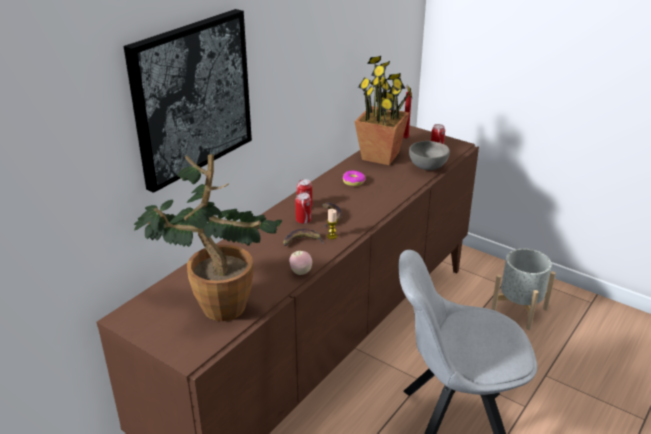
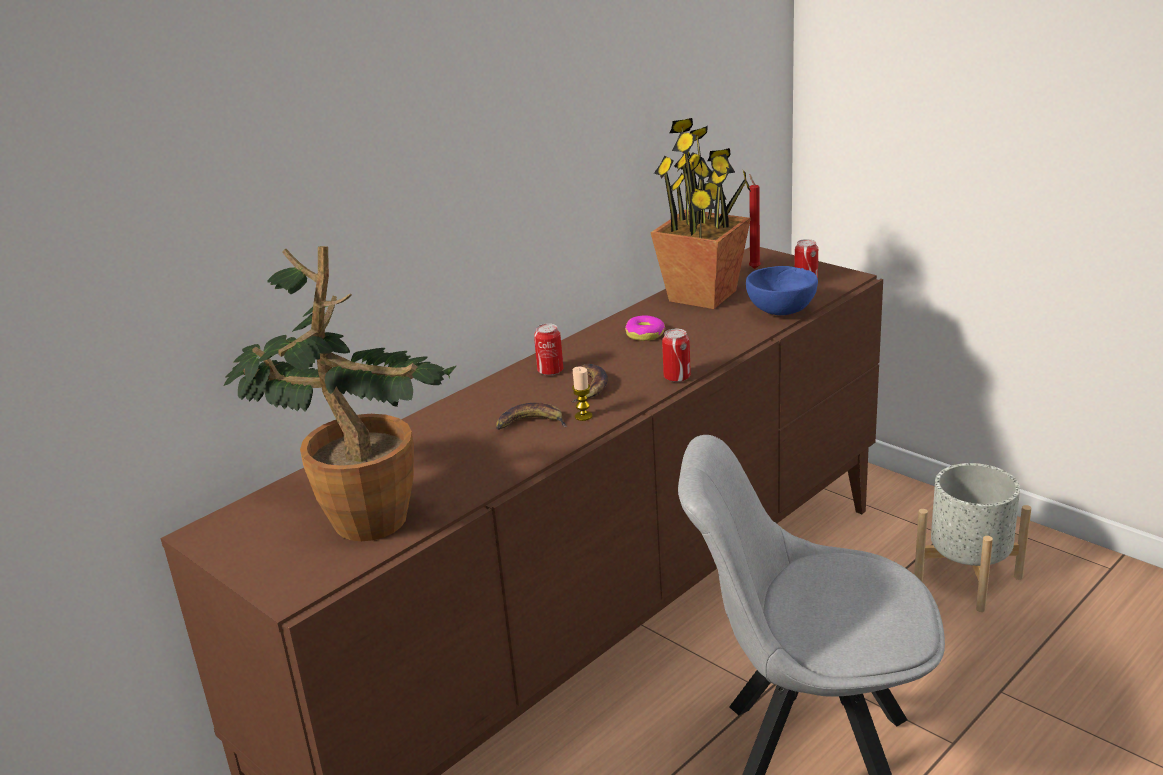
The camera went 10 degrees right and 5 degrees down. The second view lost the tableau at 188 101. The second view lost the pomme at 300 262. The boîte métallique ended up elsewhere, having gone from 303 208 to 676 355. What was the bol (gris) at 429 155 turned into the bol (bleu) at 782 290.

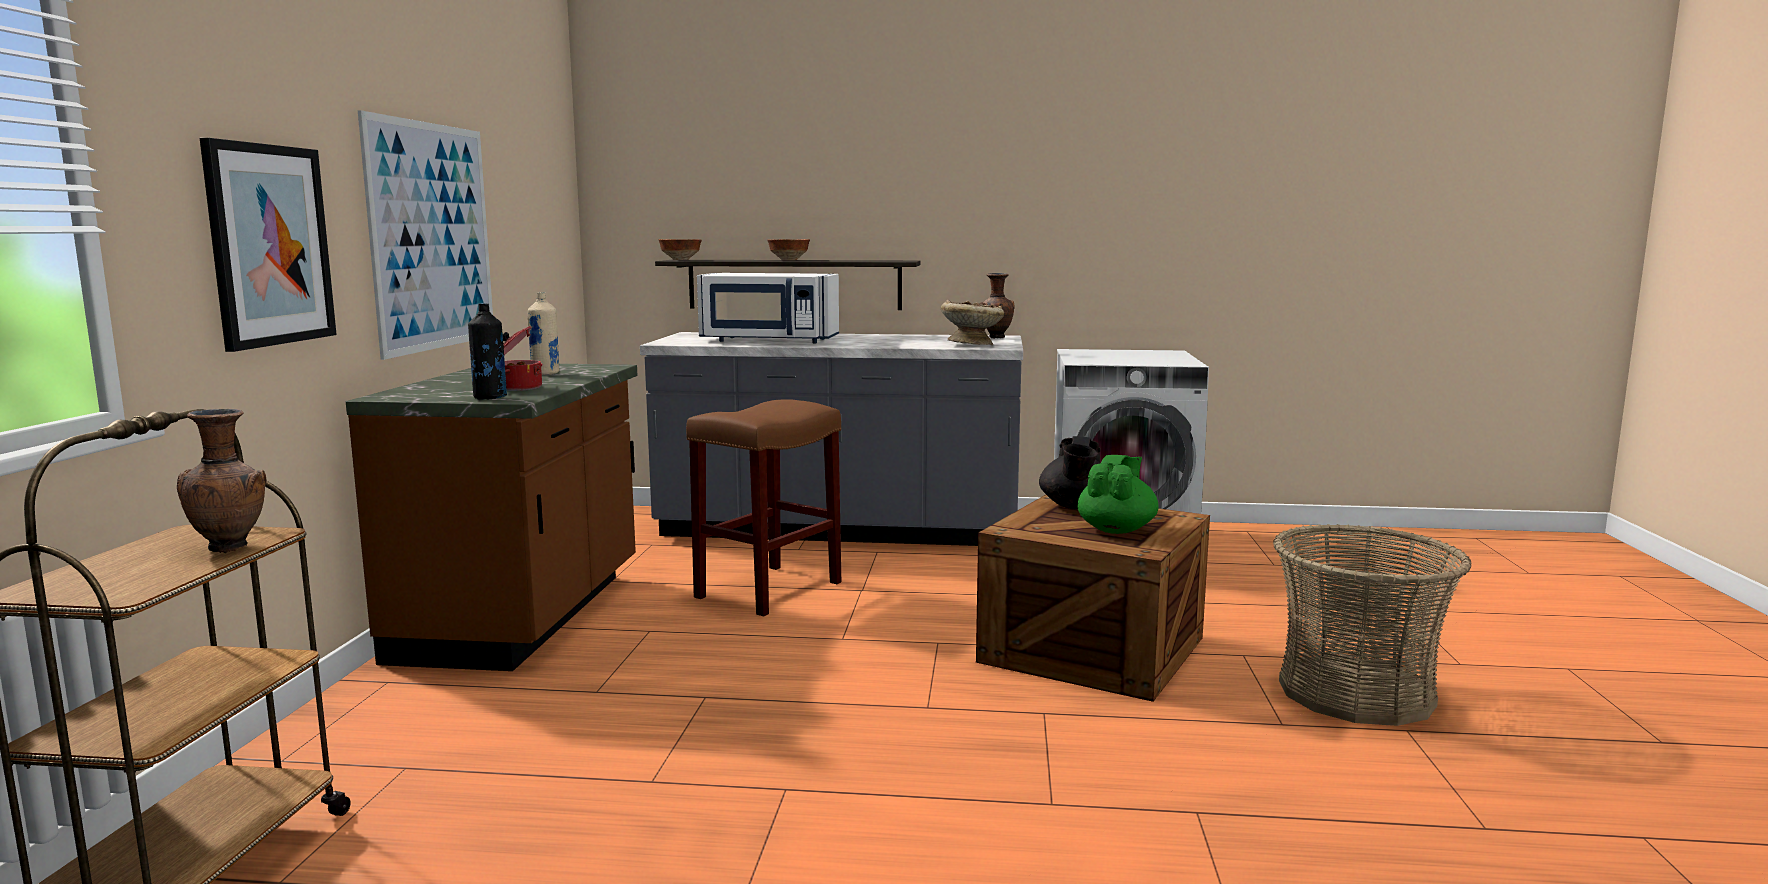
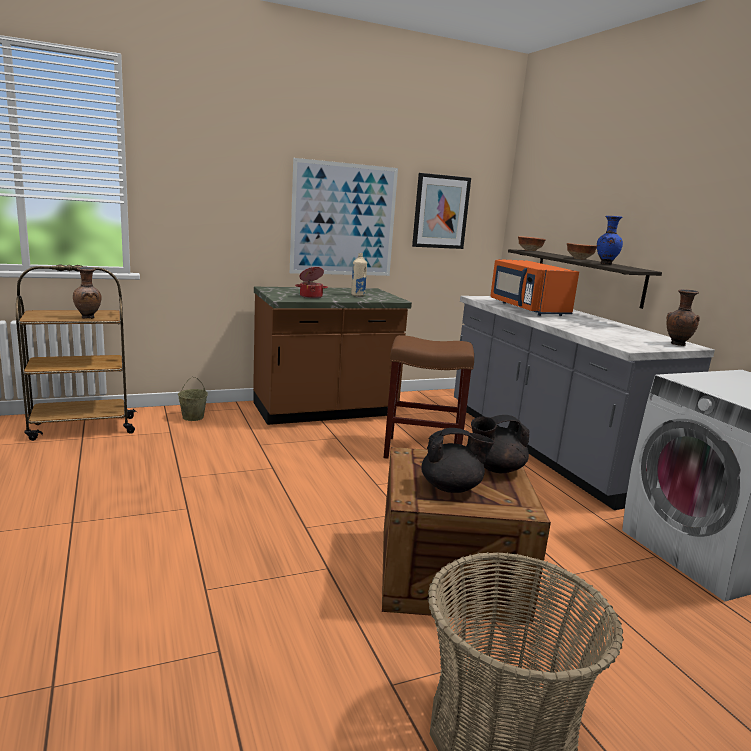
The camera went 60 degrees right and 5 degrees up. The second view lost the bouteille (noir) at 487 351. The second view lost the bol (beige) at 972 322. The second view gained the seau (beige) at 193 399. The second view gained the vase (bleu) at 610 240. The tableau ended up elsewhere, having gone from 268 245 to 441 211. What was the micro-ondes (blanc) at 768 308 turned into the micro-ondes (orange) at 534 287. What was the théière (vert) at 1118 494 turned into the théière (noir) at 457 460.

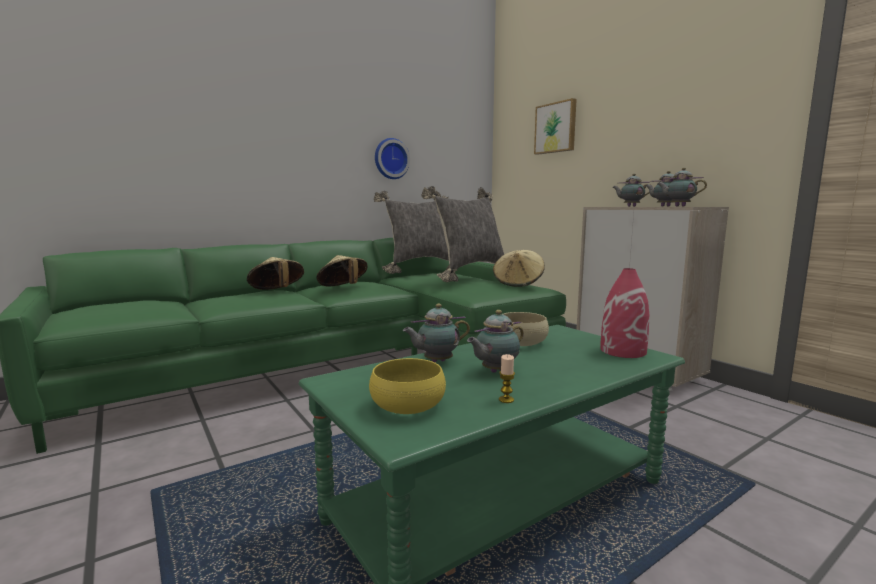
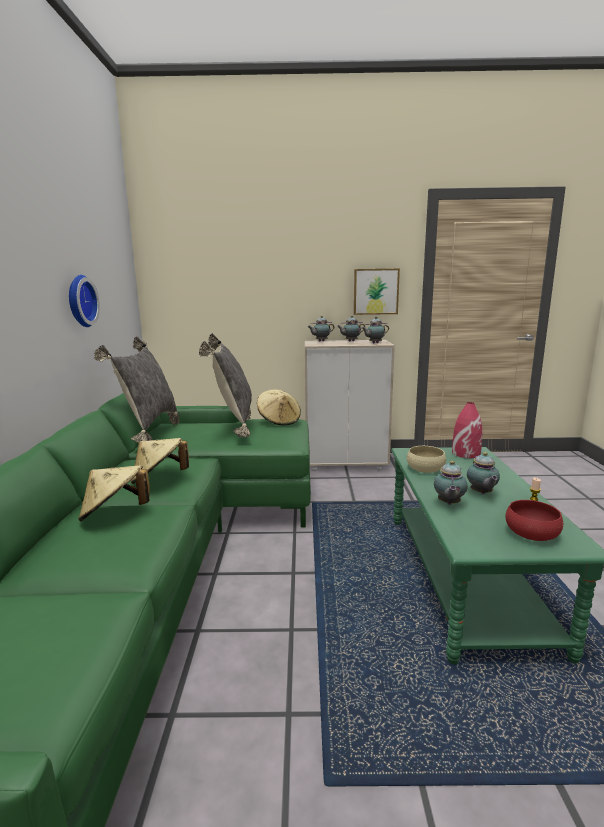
The camera went 55 degrees left and 5 degrees up. The tableau ended up elsewhere, having gone from 555 126 to 377 291. What was the bol (jaune) at 407 386 turned into the bol (rouge) at 534 520.

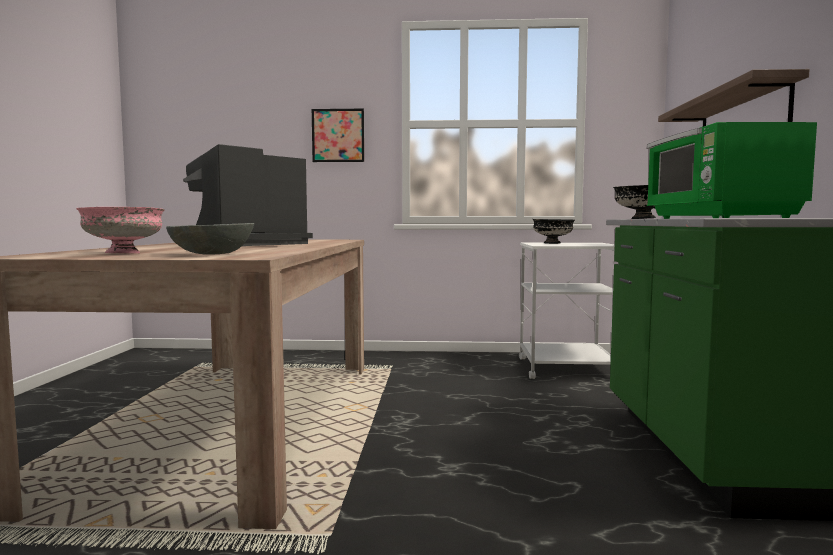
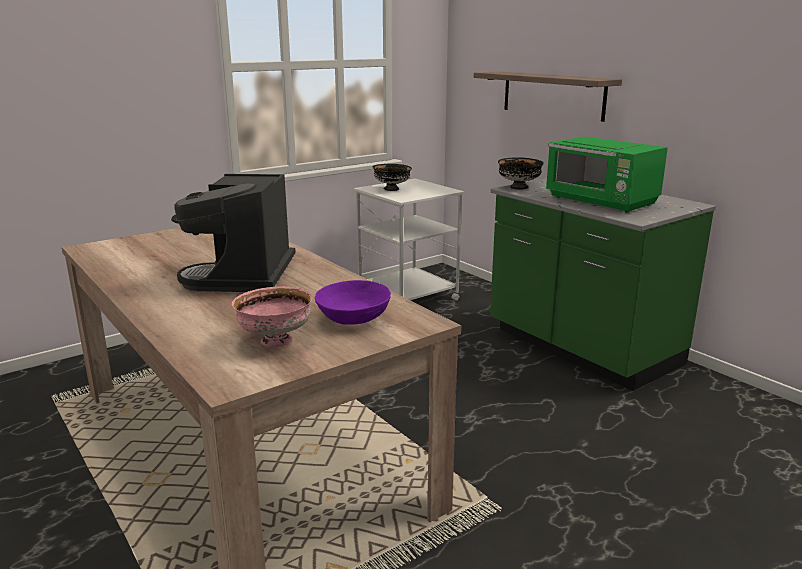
The camera went 40 degrees left and 15 degrees up. The second view lost the tableau at 338 135. What was the bol (gris) at 210 239 turned into the bol (violet) at 353 302.

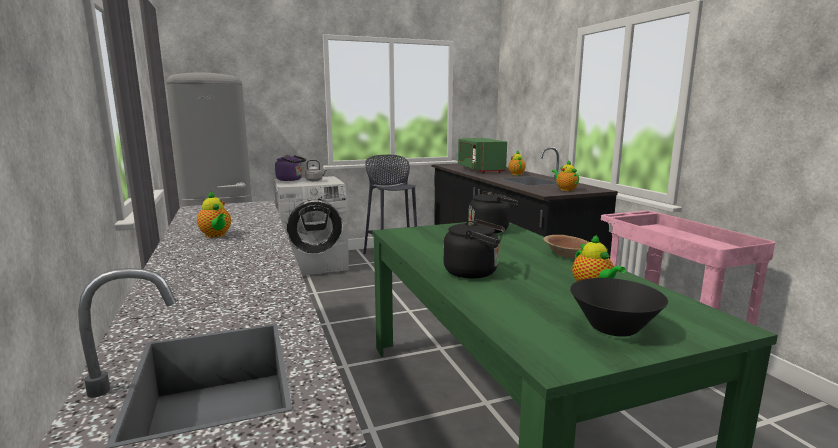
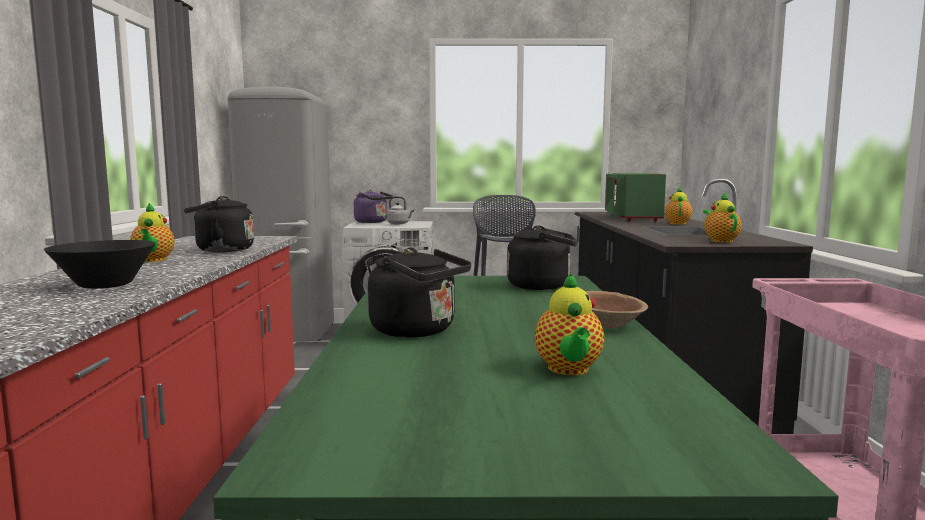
The camera went 20 degrees right and 5 degrees down. The second view gained the bouilloire (noir) at 219 224. The bol (noir) ended up elsewhere, having gone from 619 307 to 100 264.

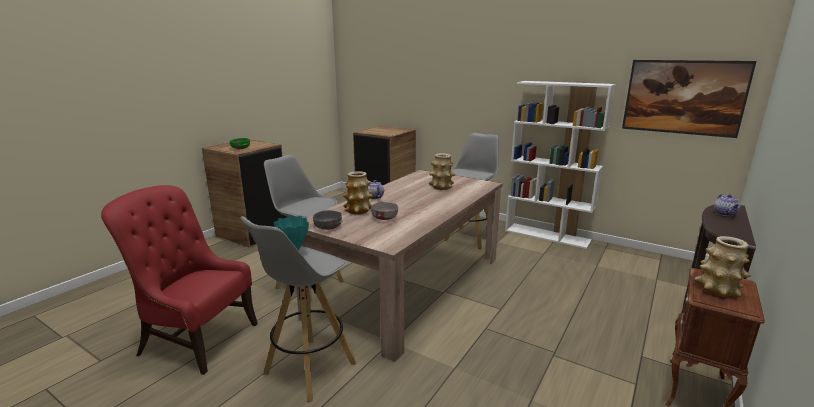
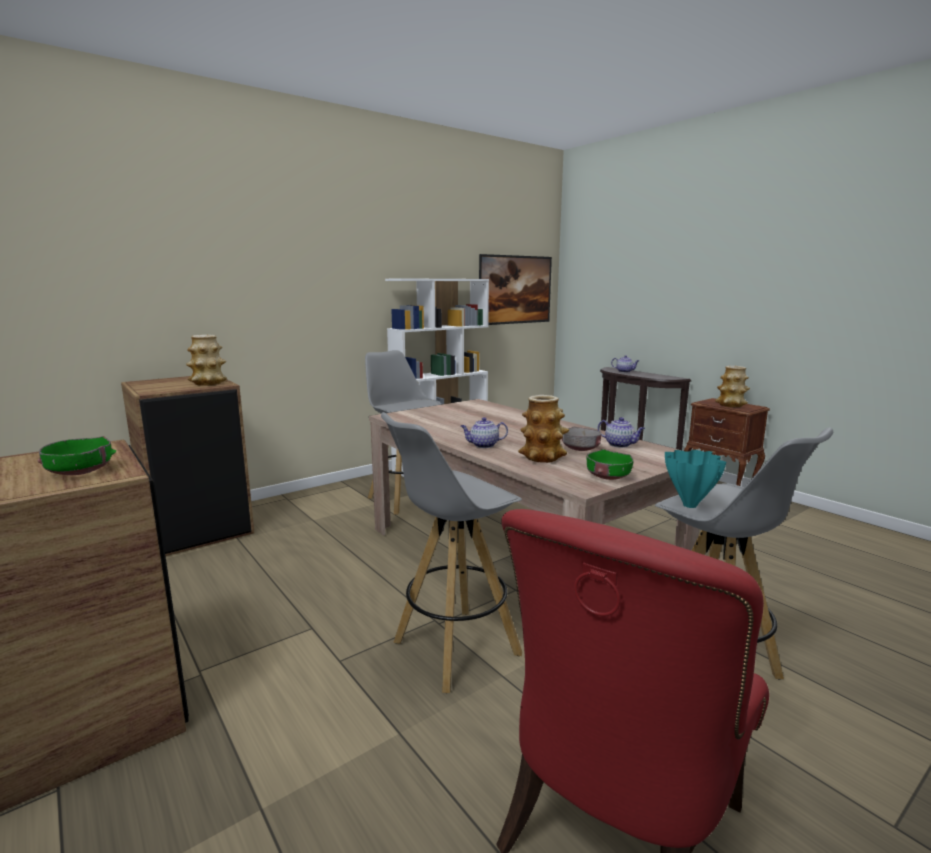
The camera went 70 degrees left and 5 degrees down. The second view gained the théière at 621 432. The vase ended up elsewhere, having gone from 442 171 to 206 360. What was the bol (gris) at 328 220 turned into the bol (vert) at 610 464.

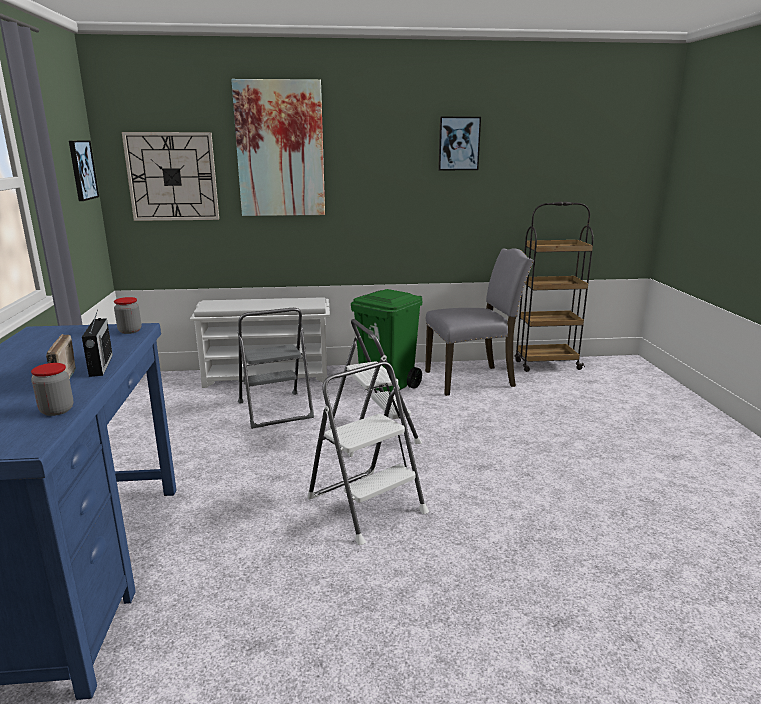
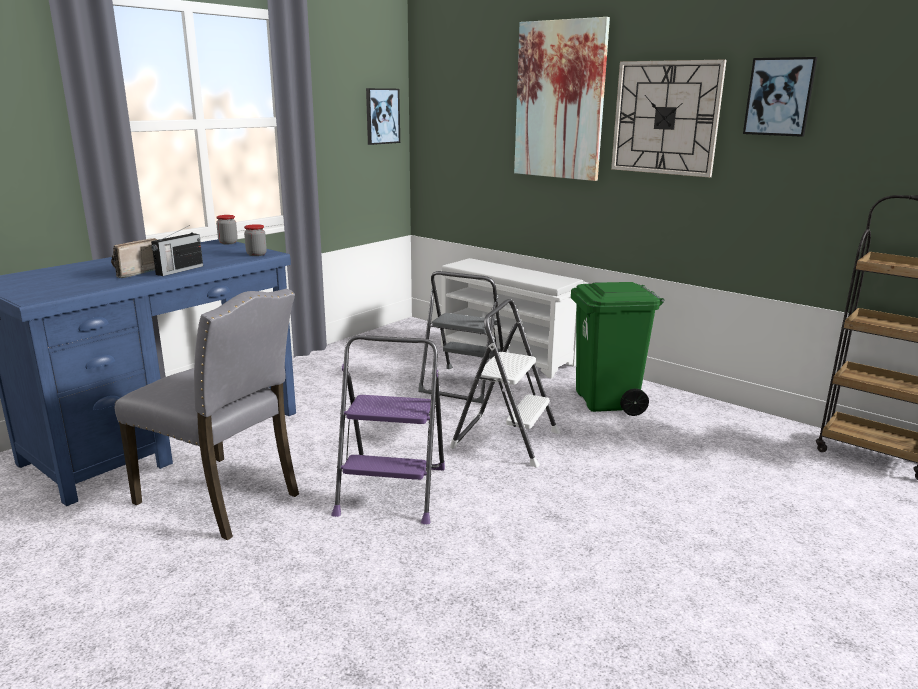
The camera went 45 degrees right and 0 degrees up. The bocal ended up elsewhere, having gone from 52 389 to 227 229. The horloge murale ended up elsewhere, having gone from 170 176 to 669 118. The chaise (gris) ended up elsewhere, having gone from 479 322 to 207 414. What was the escabeau (blanc) at 368 453 turned into the escabeau (violet) at 388 430.

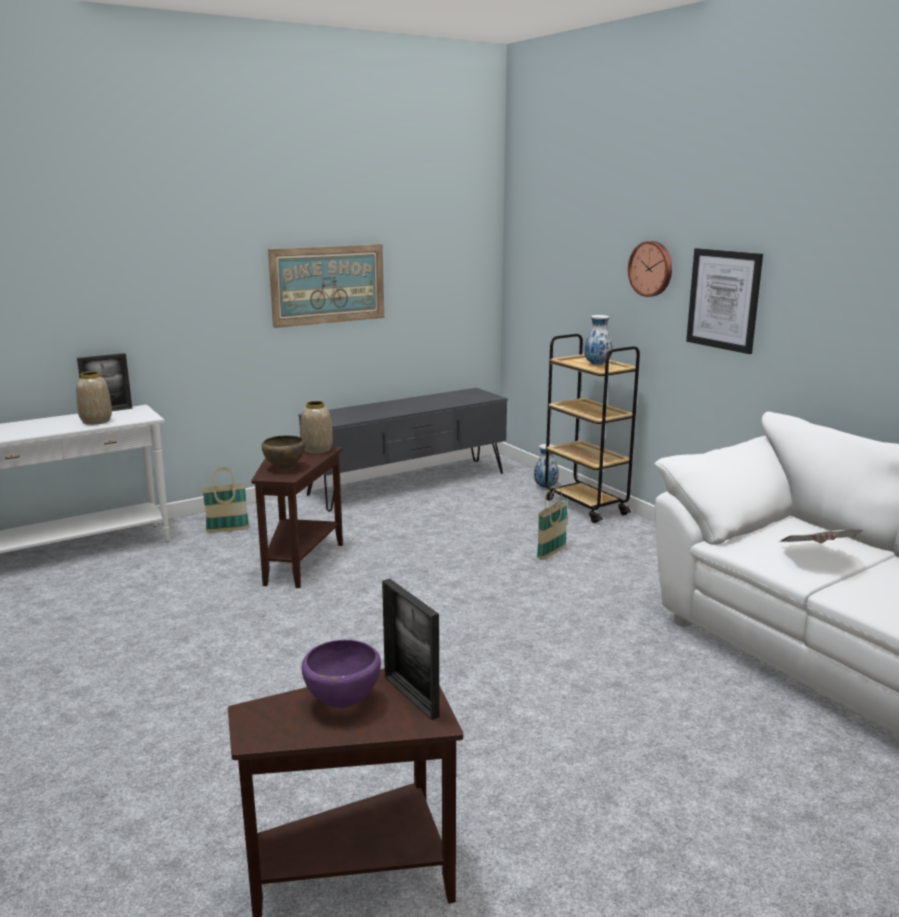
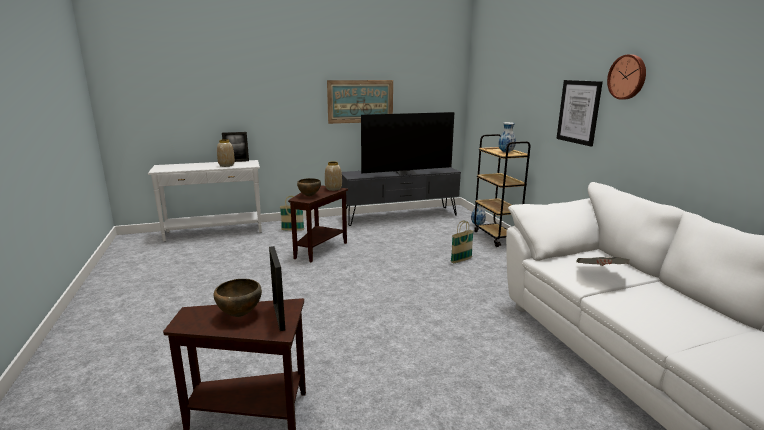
The camera went 15 degrees right and 0 degrees up. The second view gained the téléviseur at 408 143. The horloge murale ended up elsewhere, having gone from 650 269 to 626 77. What was the bol (violet) at 341 674 turned into the bol (marron) at 237 298.

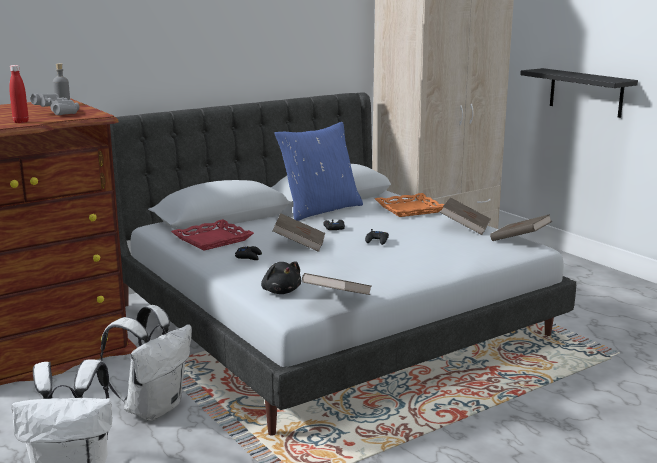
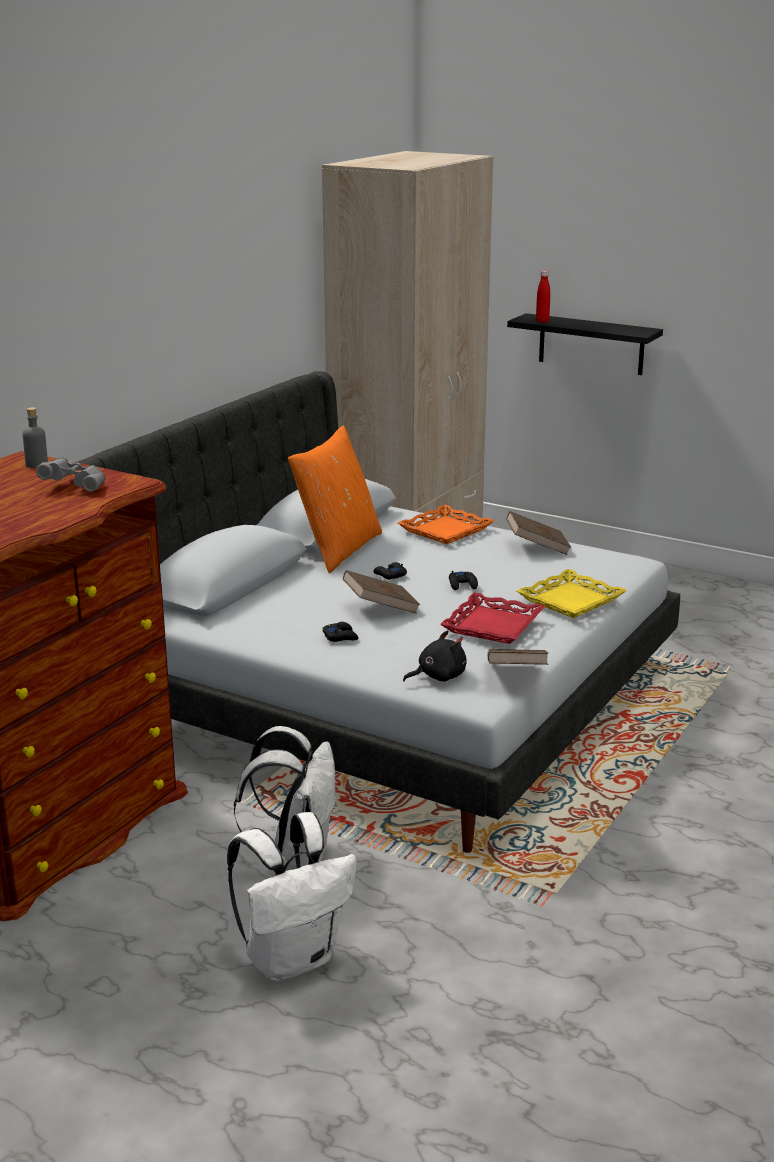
The camera went 25 degrees left and 5 degrees up. The second view lost the livre (marron) at 521 227. The second view gained the plateau (jaune) at 572 593. The bouteille (rouge) ended up elsewhere, having gone from 19 94 to 543 297. The plateau (rouge) ended up elsewhere, having gone from 212 235 to 492 618. What was the coussin (bleu) at 318 171 turned into the coussin (orange) at 335 499. The peluche (noir) at 281 277 ended up facing another way, 60 degrees counterclockwise from before.

